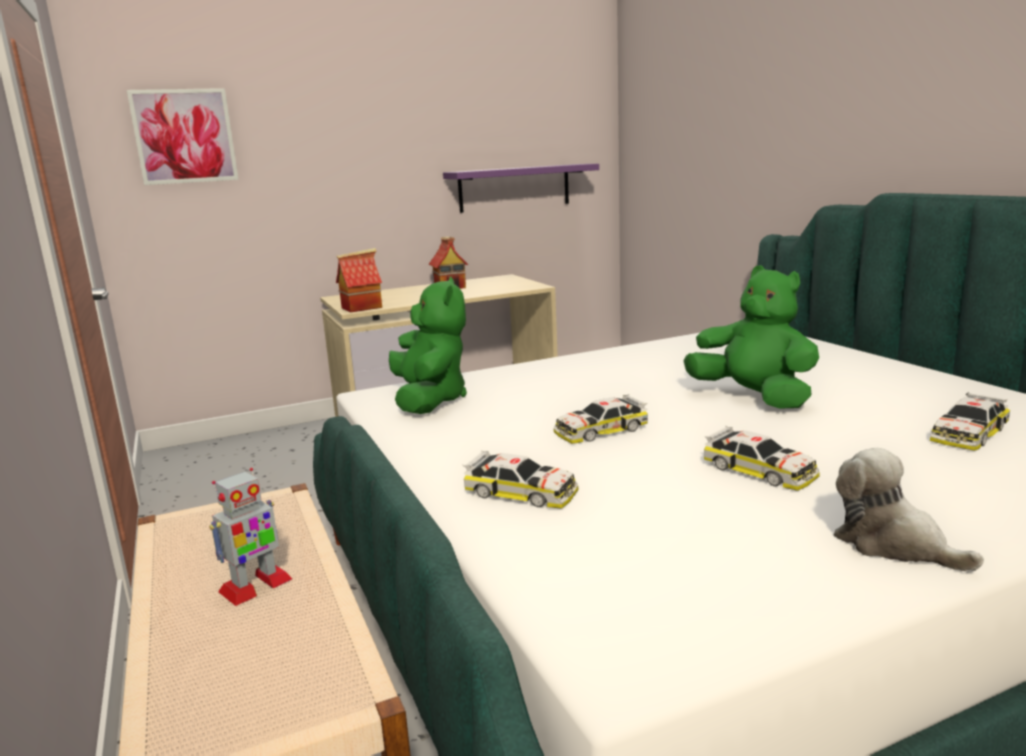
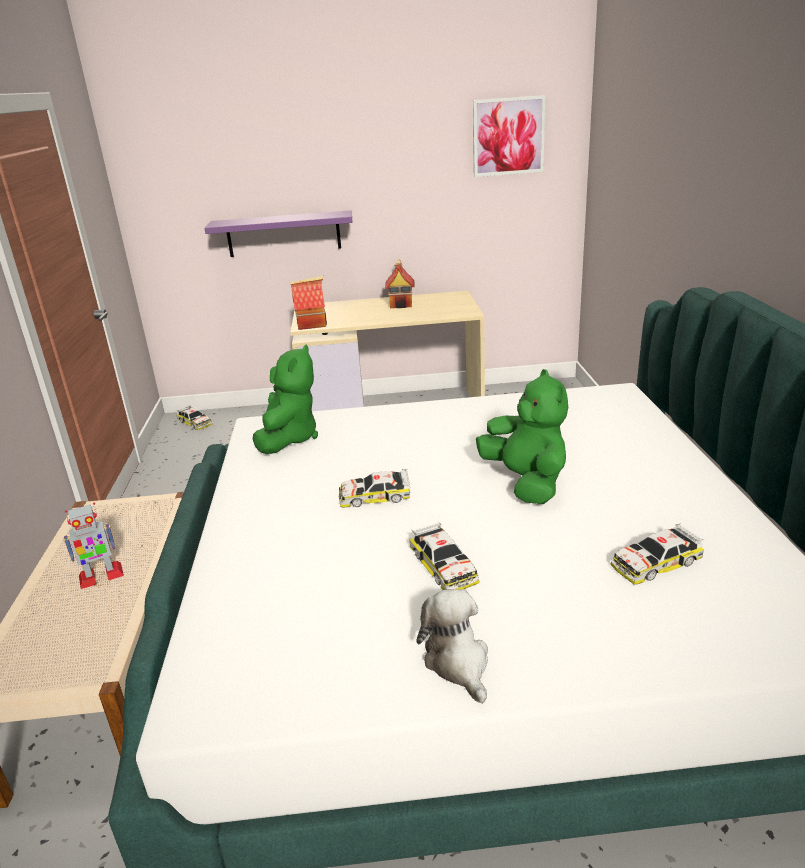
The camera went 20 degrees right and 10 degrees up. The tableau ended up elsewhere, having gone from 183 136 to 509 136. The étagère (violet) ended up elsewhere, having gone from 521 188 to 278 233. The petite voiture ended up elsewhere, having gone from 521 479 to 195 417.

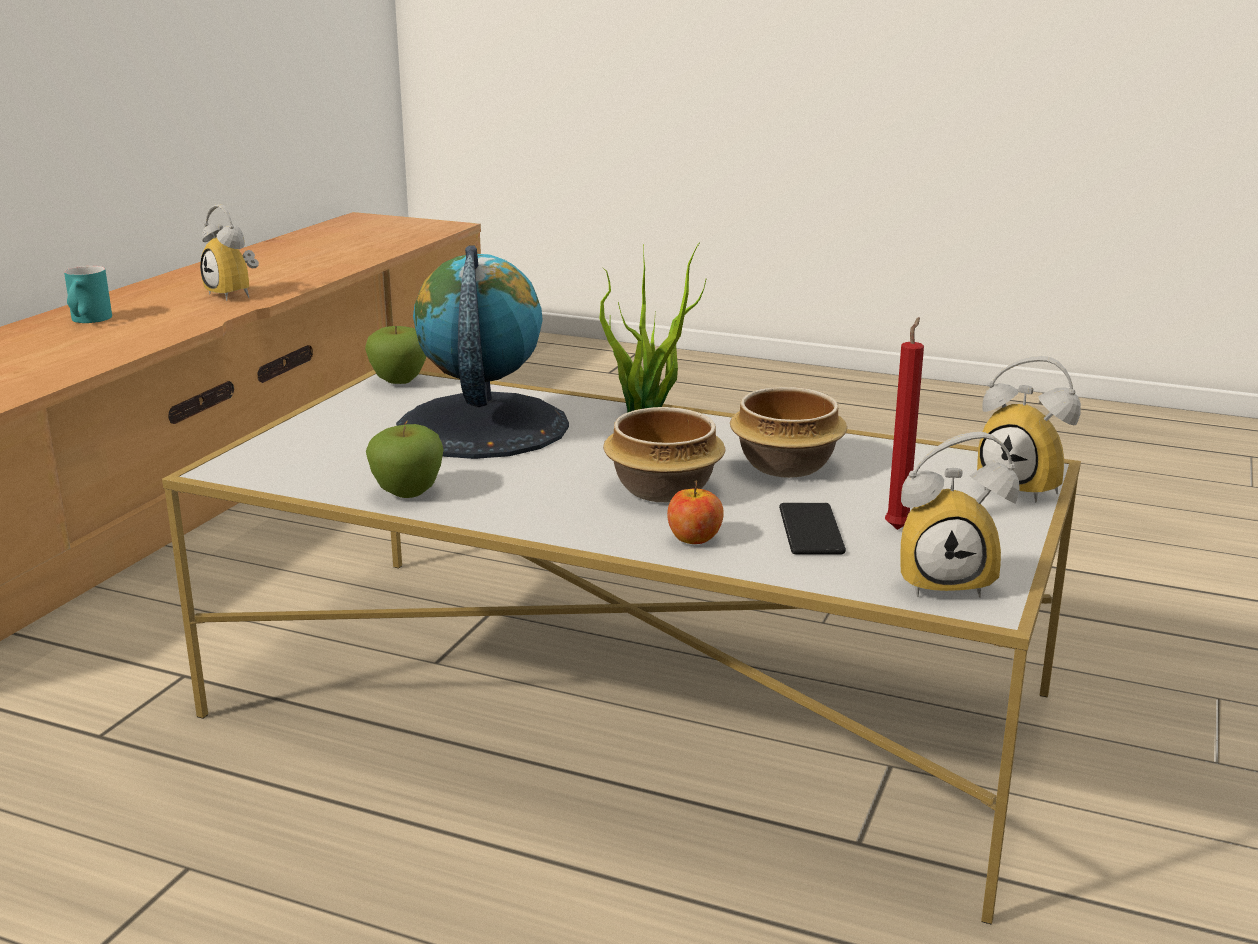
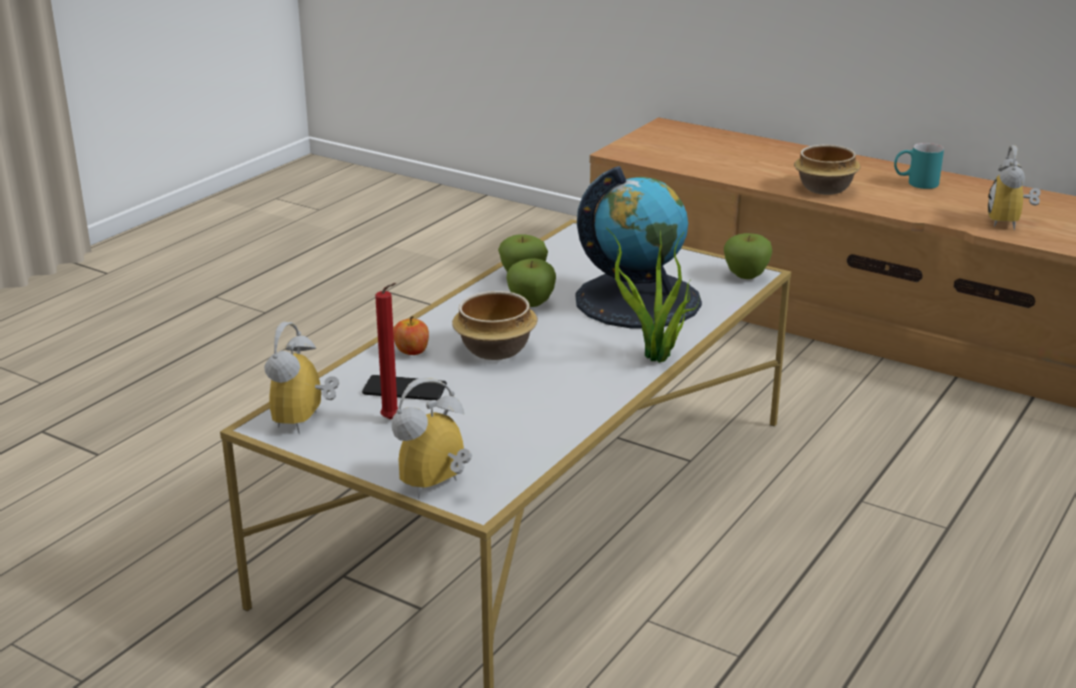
The camera went 100 degrees right and 5 degrees up. The second view gained the pomme at 531 282. The bol ended up elsewhere, having gone from 788 432 to 827 170. The réveil at 229 252 ended up facing another way, 45 degrees counterclockwise from before.

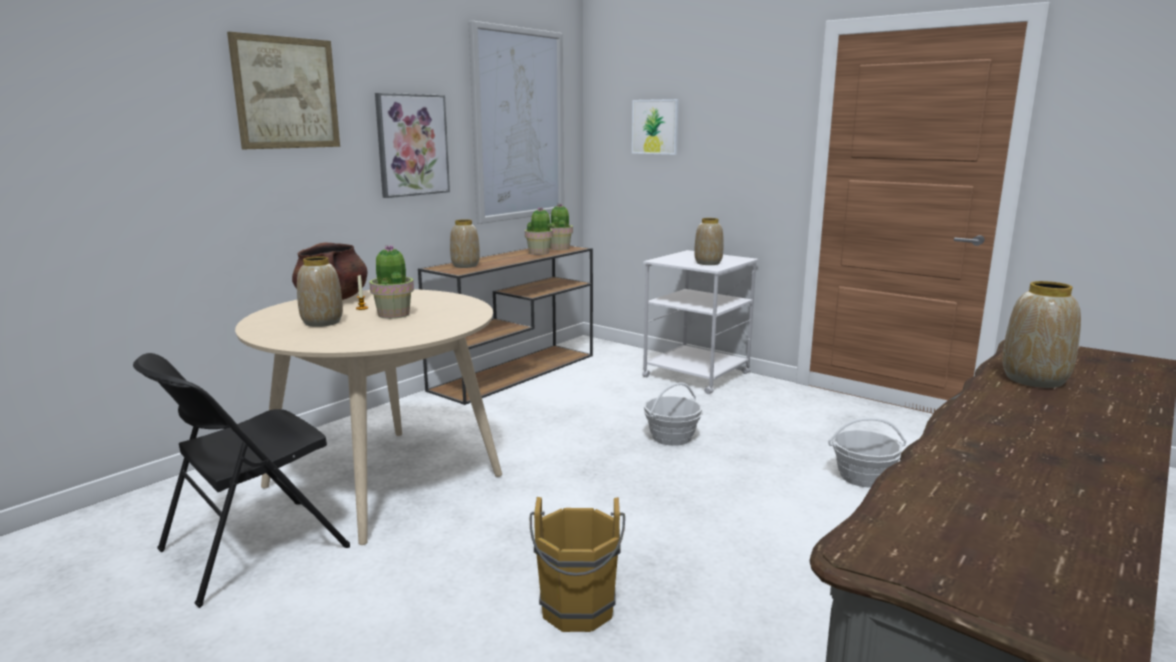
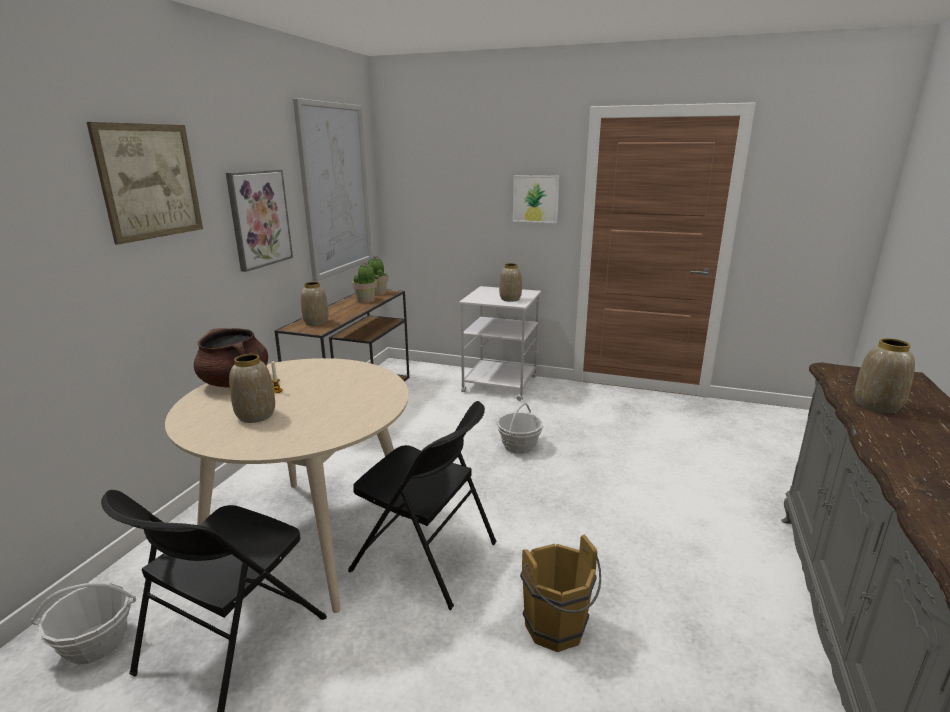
The camera went 20 degrees left and 5 degrees up. The second view lost the plante en pot at 391 282. The second view gained the chaise (noir) at 422 505. The tableau ended up elsewhere, having gone from 655 127 to 536 199. The panier ended up elsewhere, having gone from 867 453 to 83 623.

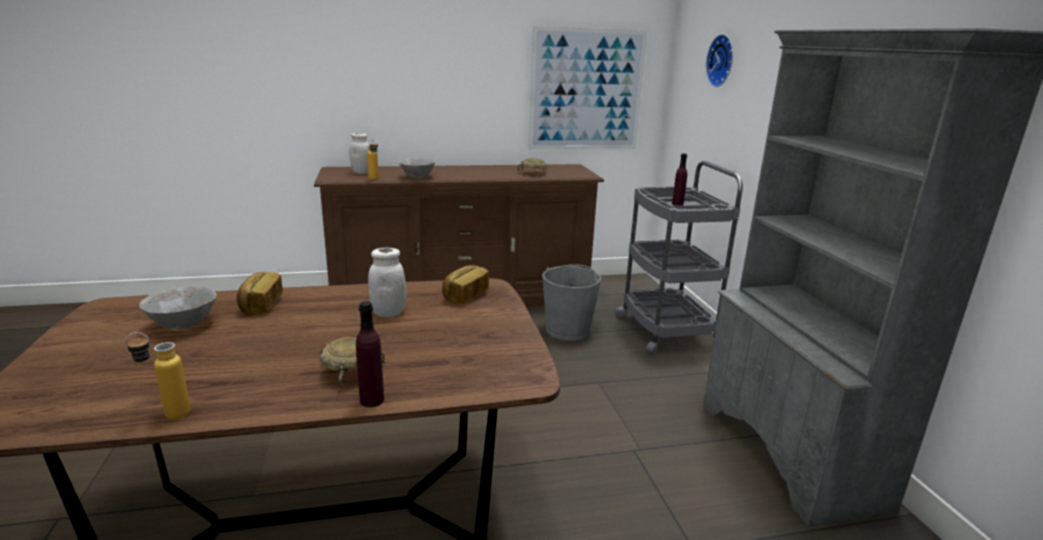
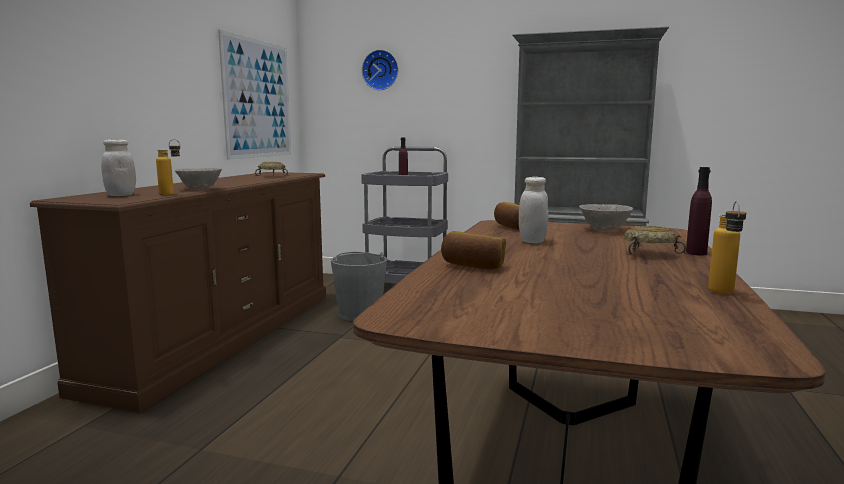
The camera went 60 degrees left and 10 degrees down. The bol (gris) ended up elsewhere, having gone from 178 308 to 606 217.

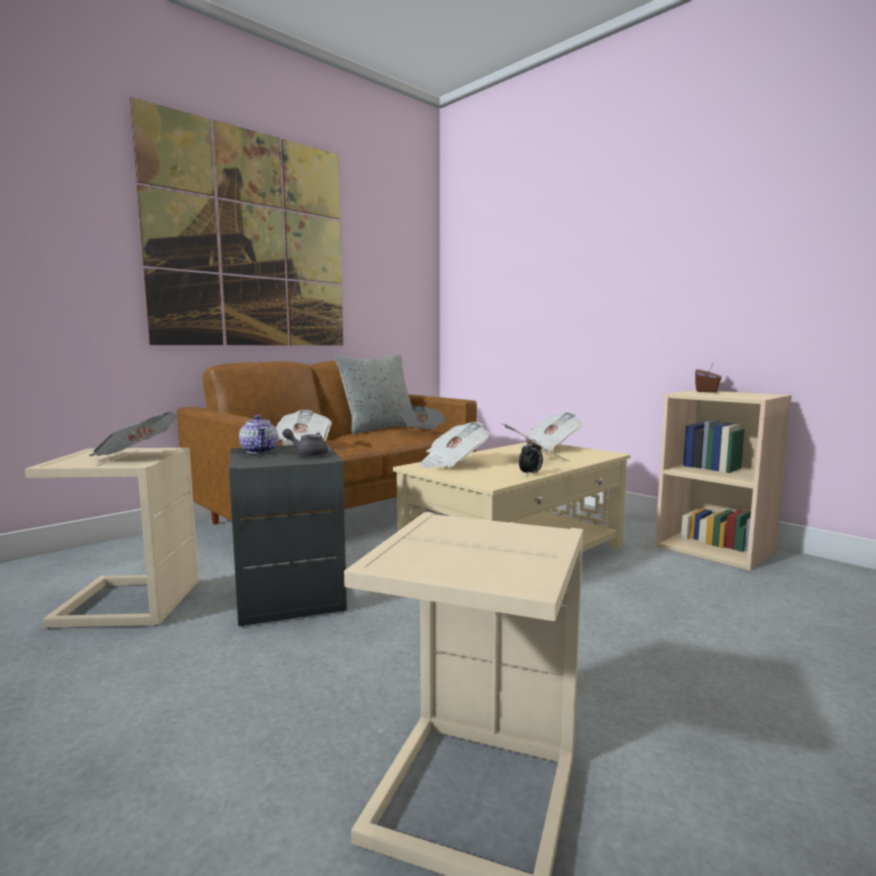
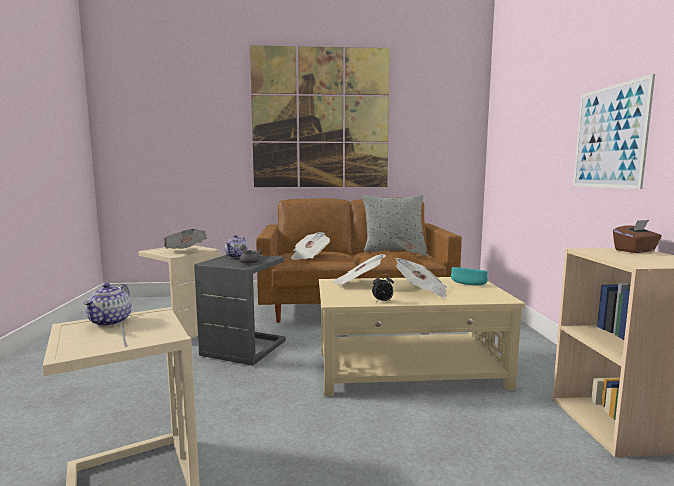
The camera went 40 degrees right and 0 degrees up. The second view gained the théière at 108 304. The second view gained the tableau at 614 131. Where the journal stood at 551 431, the bol (turquoise) came to stand at 469 276.

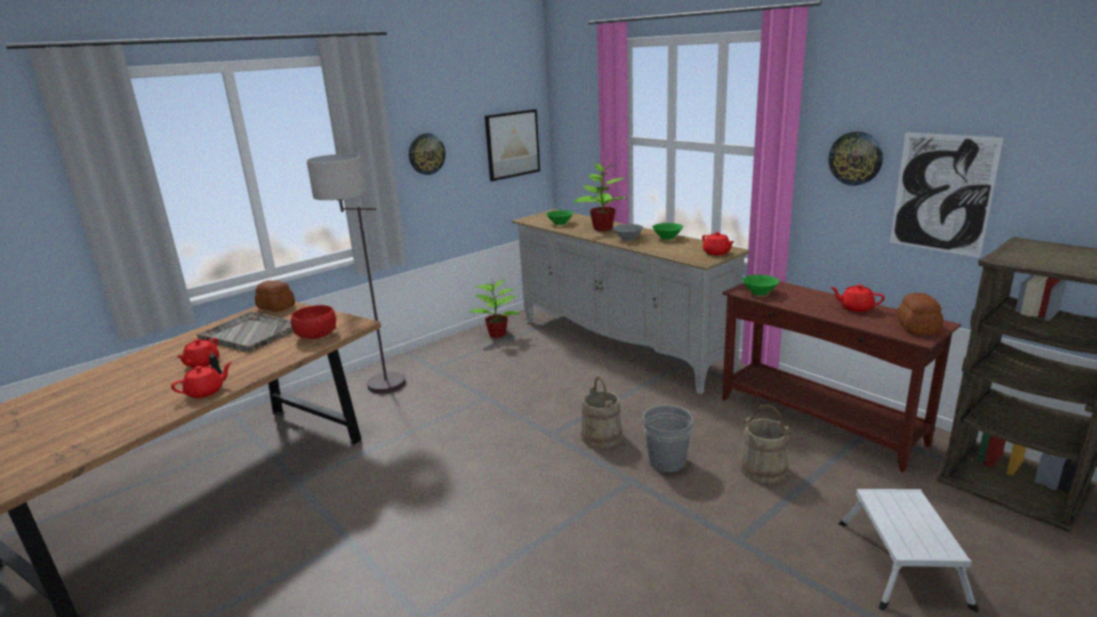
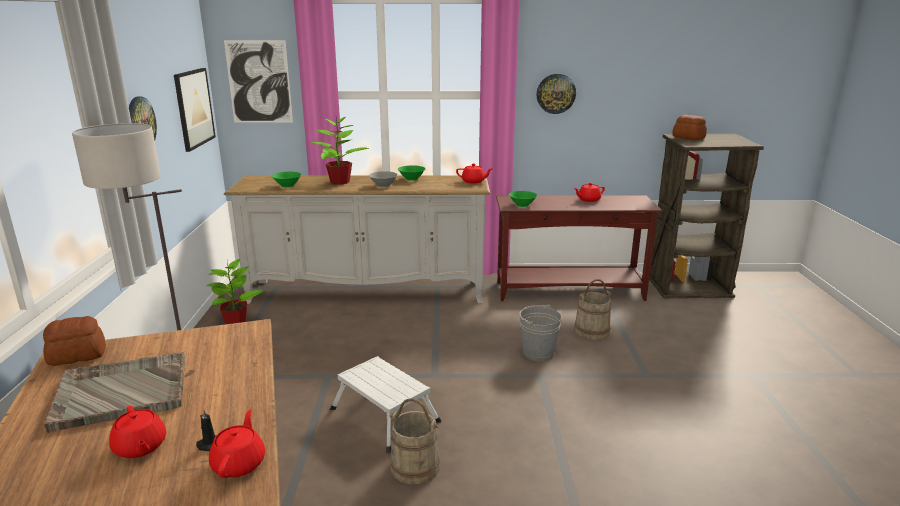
The camera went 50 degrees left and 0 degrees up. The second view lost the bol (rouge) at 313 322. The seau (beige) ended up elsewhere, having gone from 601 413 to 414 441. The escabeau (blanc) ended up elsewhere, having gone from 908 551 to 385 404. The tableau ended up elsewhere, having gone from 947 195 to 258 81. The pain ended up elsewhere, having gone from 920 314 to 689 127.

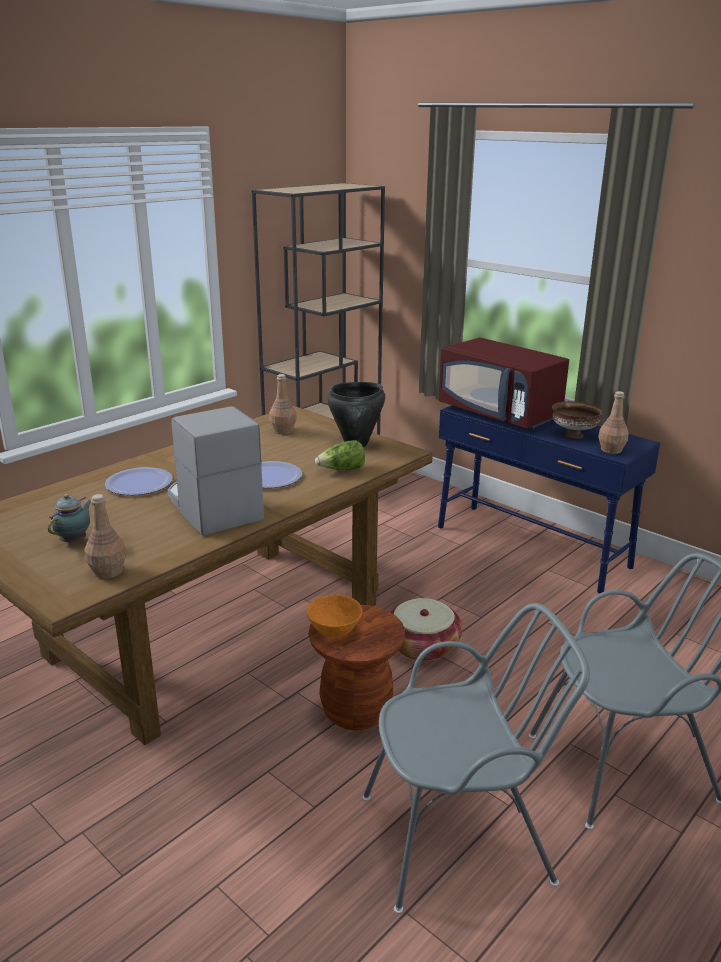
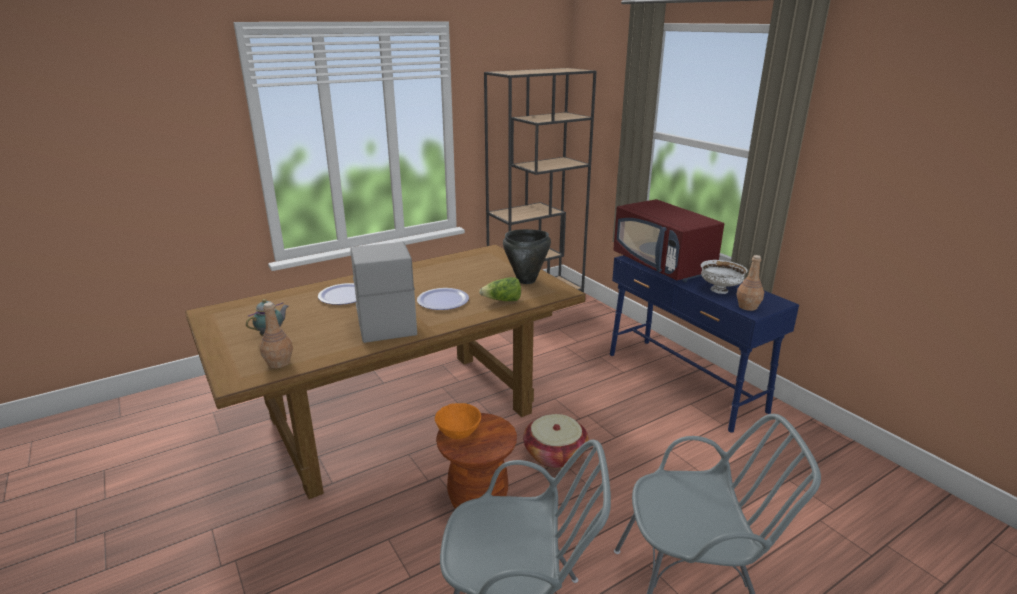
The camera went 15 degrees right and 0 degrees up. The second view lost the bouteille (marron) at 283 404. What was the bol (marron) at 578 420 turned into the bol (blanc) at 724 277.

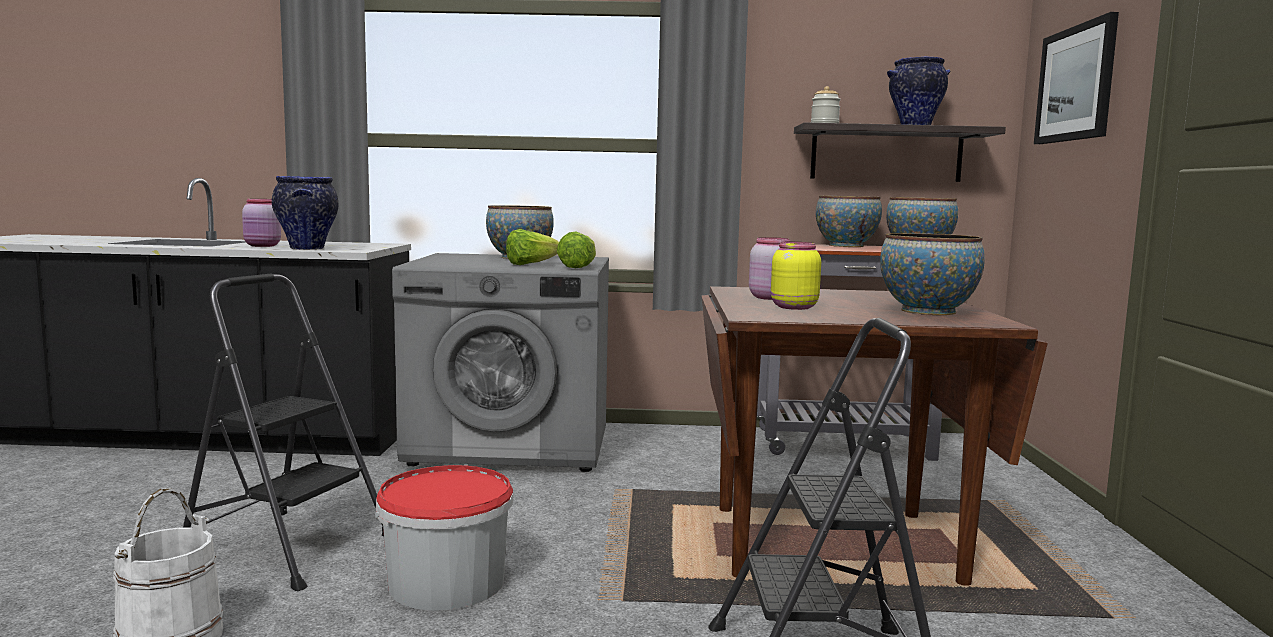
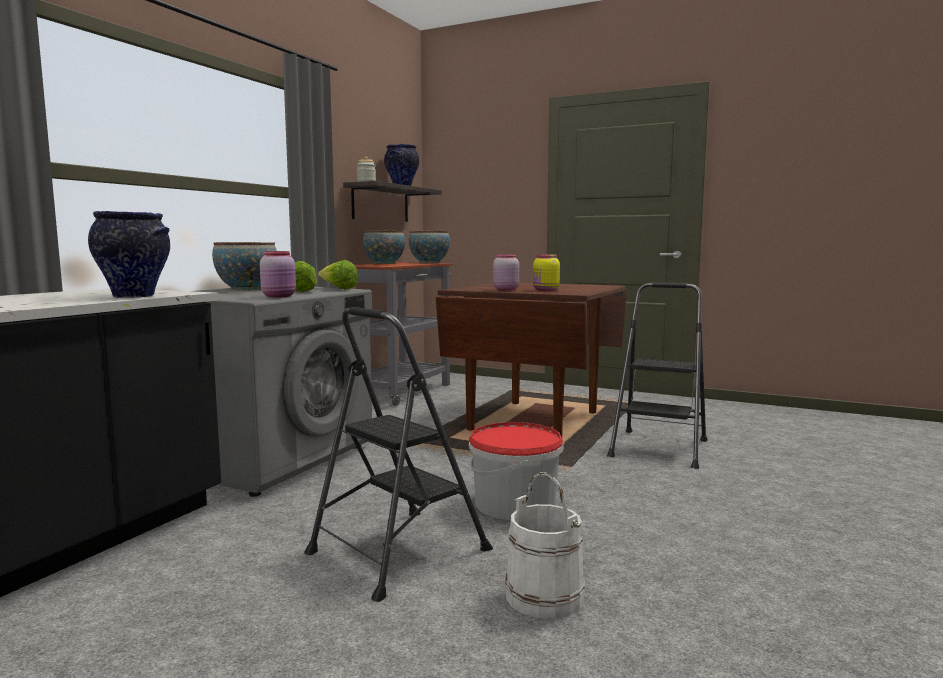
The camera went 65 degrees left and 0 degrees up. The second view lost the bol at 932 274. The second view lost the tableau at 1076 78. The bocal (rose) ended up elsewhere, having gone from 261 223 to 278 274.

